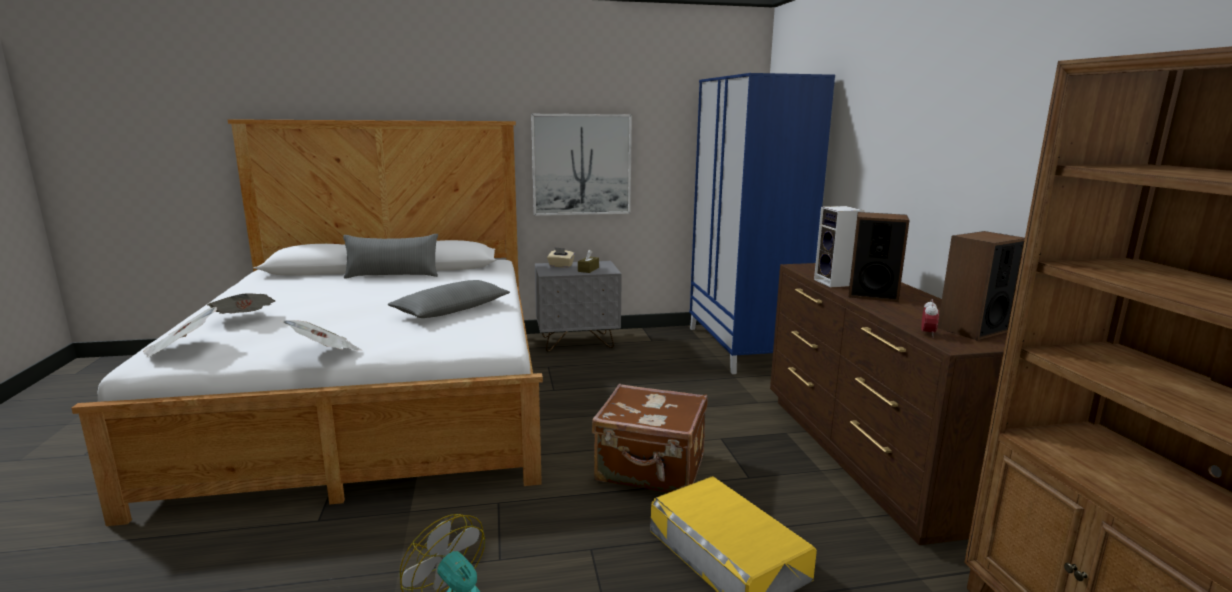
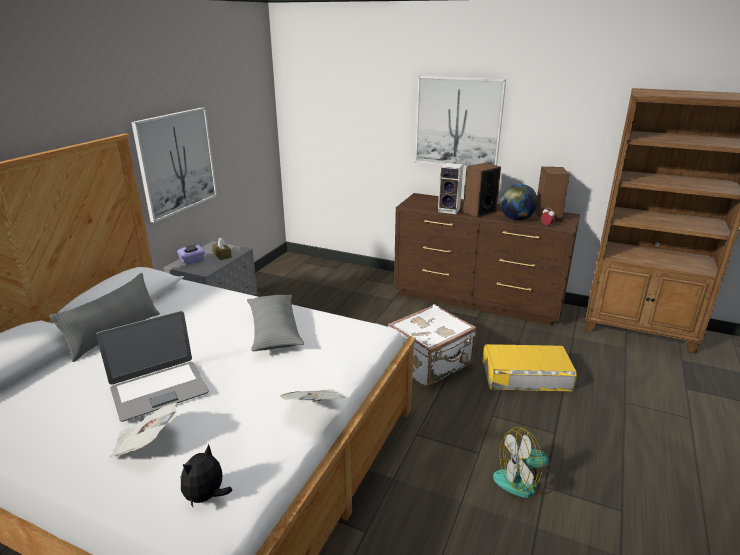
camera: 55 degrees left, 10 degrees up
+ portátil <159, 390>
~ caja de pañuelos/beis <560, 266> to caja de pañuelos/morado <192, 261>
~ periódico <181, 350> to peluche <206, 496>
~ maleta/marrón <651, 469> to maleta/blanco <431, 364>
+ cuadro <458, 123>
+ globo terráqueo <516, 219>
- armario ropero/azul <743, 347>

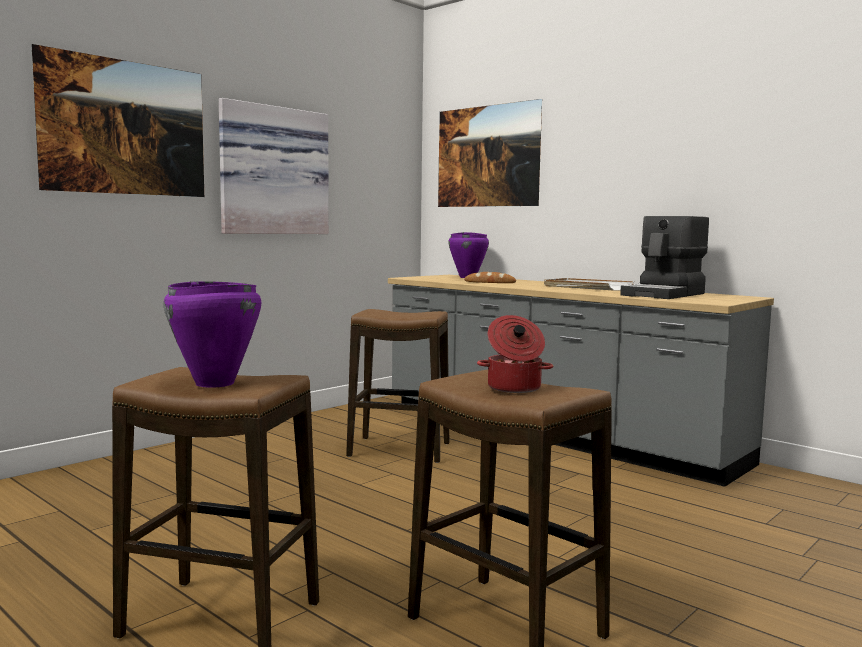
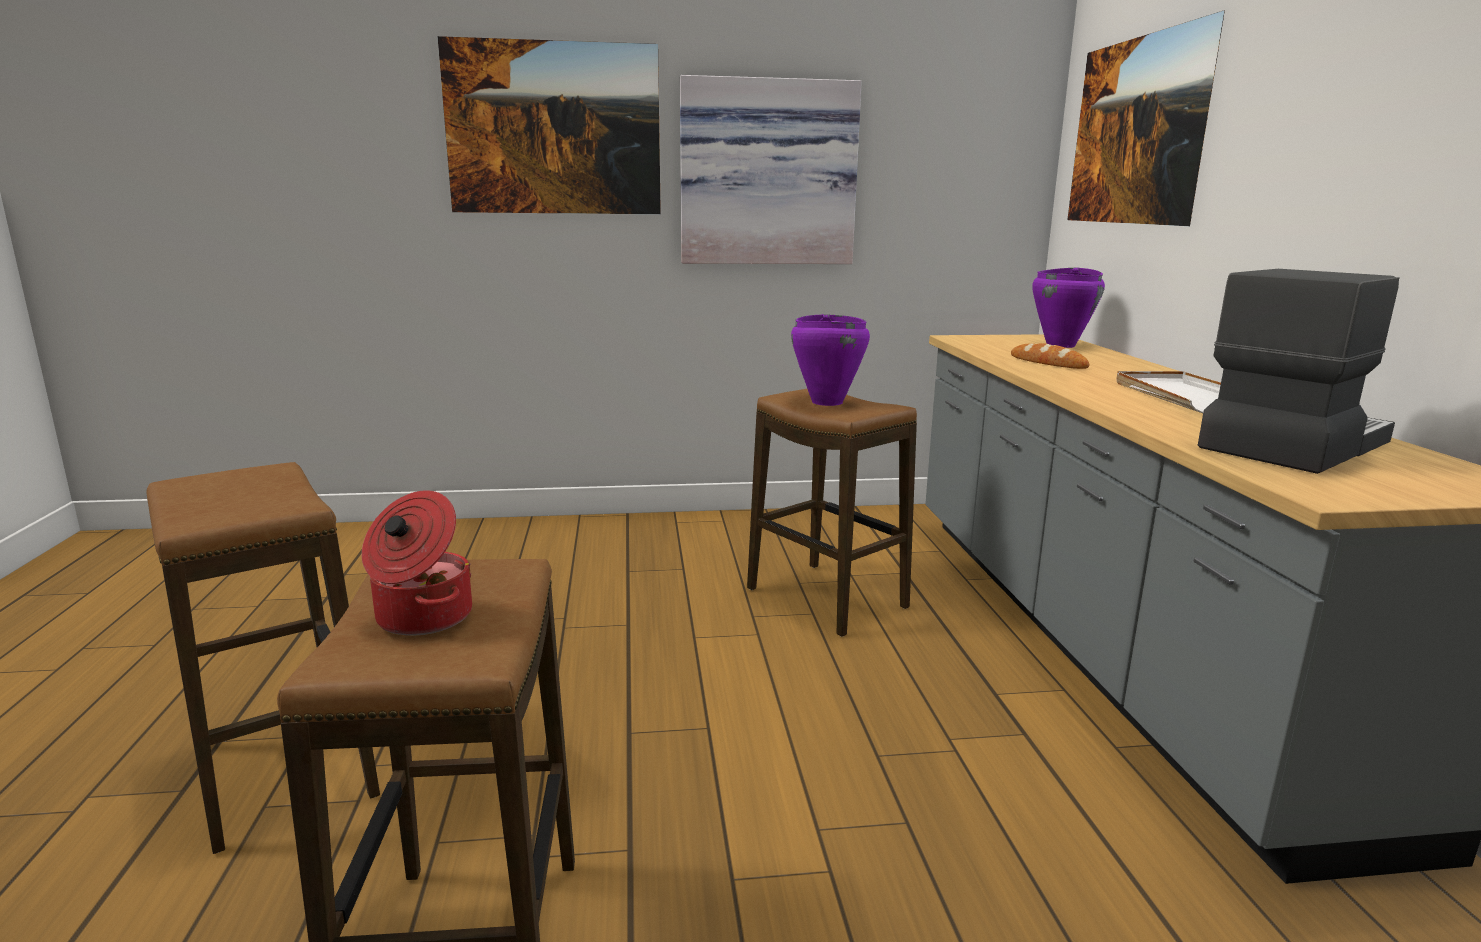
camera: 40 degrees right, 10 degrees up
~ olla/morado <214, 383> to <826, 402>
~ cafetera <665, 294> = <1290, 444> 150 degrees clockwise

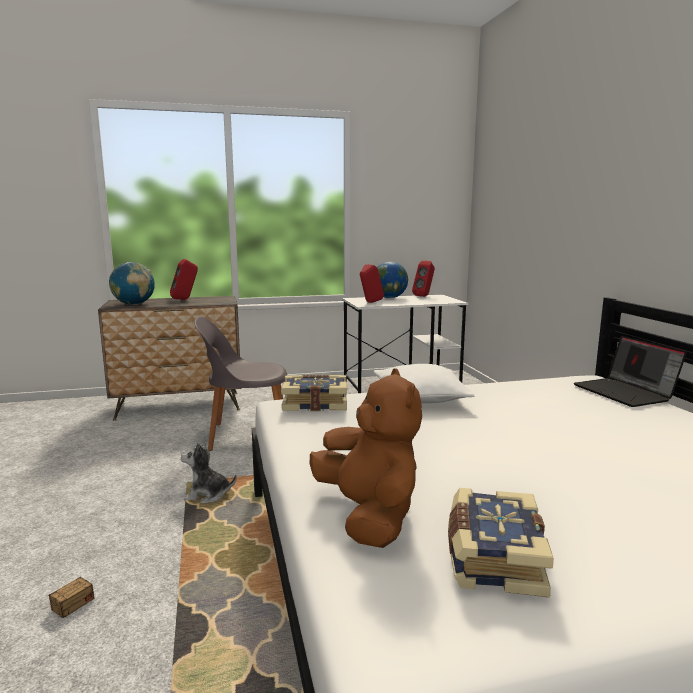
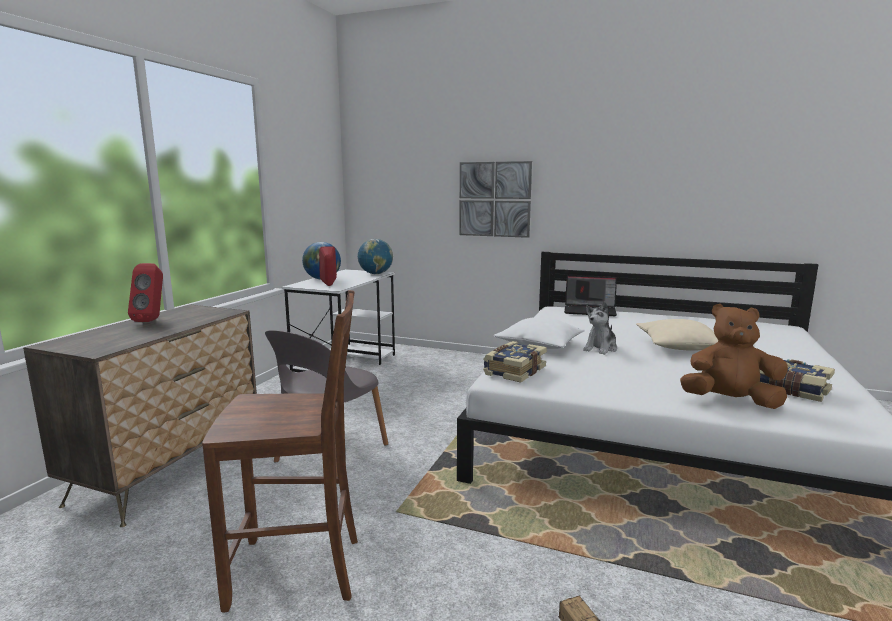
camera: 55 degrees left, 0 degrees up
+ silla/marrón <299, 572>
~ globo terráqueo <134, 304> to <375, 274>
+ cuadro <494, 199>
~ peluche <207, 495> to <600, 348>
+ cojín/beis <678, 346>
- altavoz/rojo <424, 296>

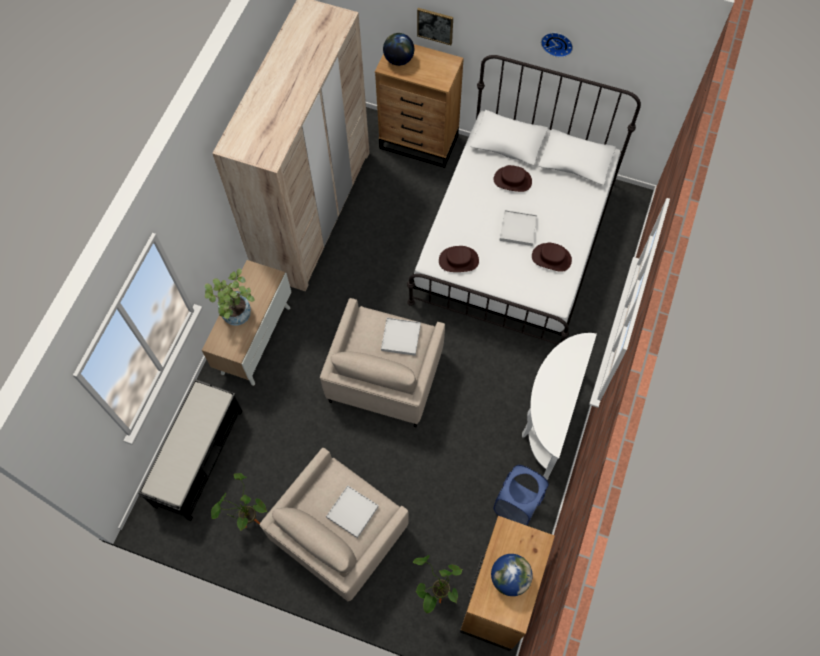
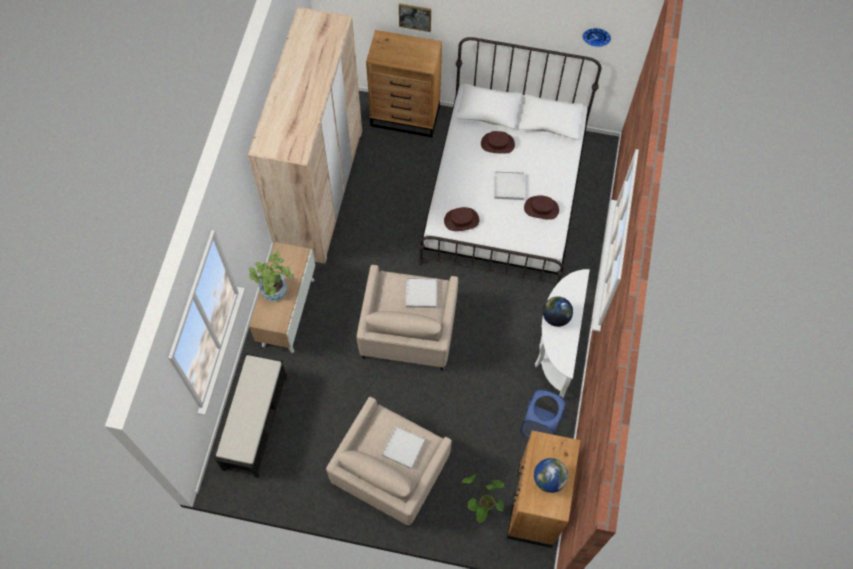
camera: 10 degrees left, 0 degrees up
~ globo terráqueo <398, 59> to <555, 317>
~ reloj de pared <557, 42> to <597, 35>
- planta en maceta <248, 519>

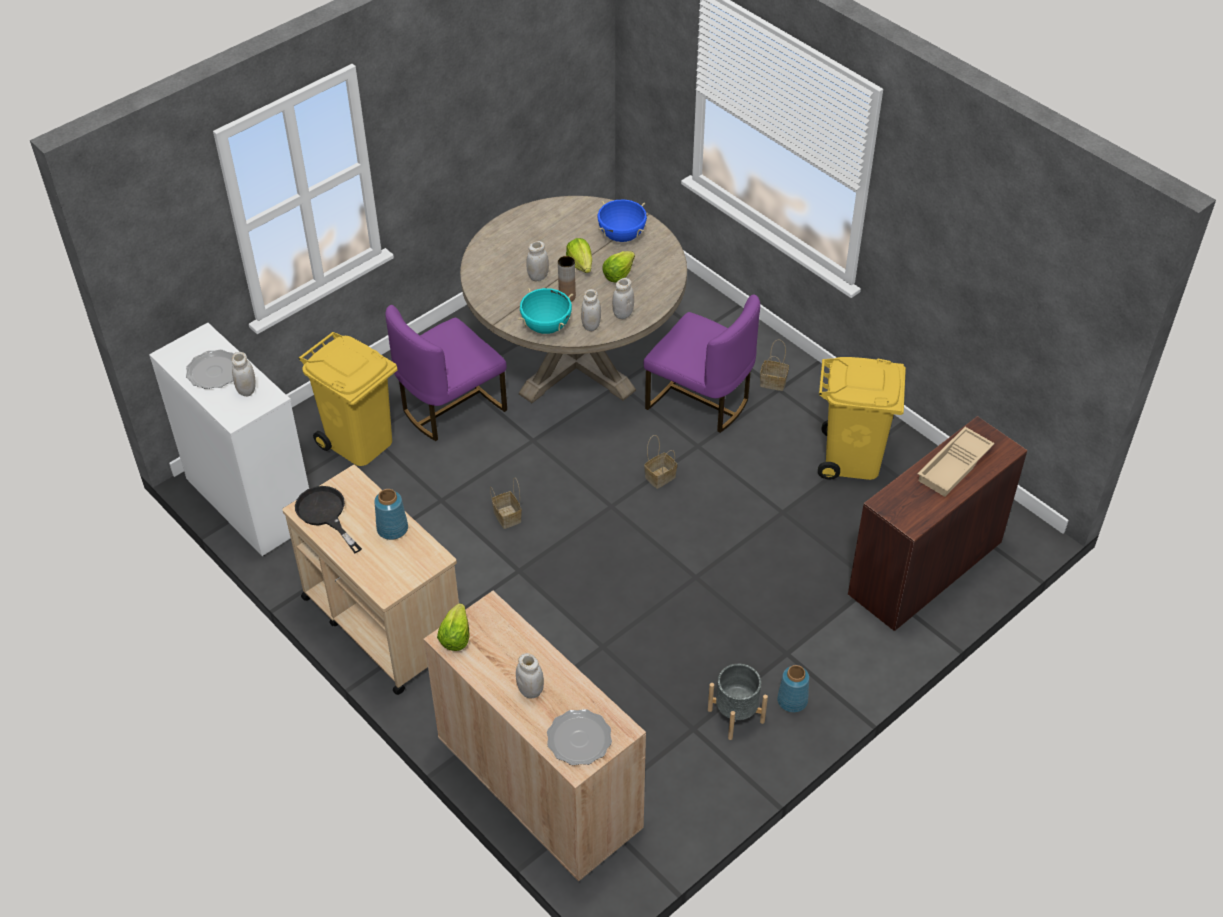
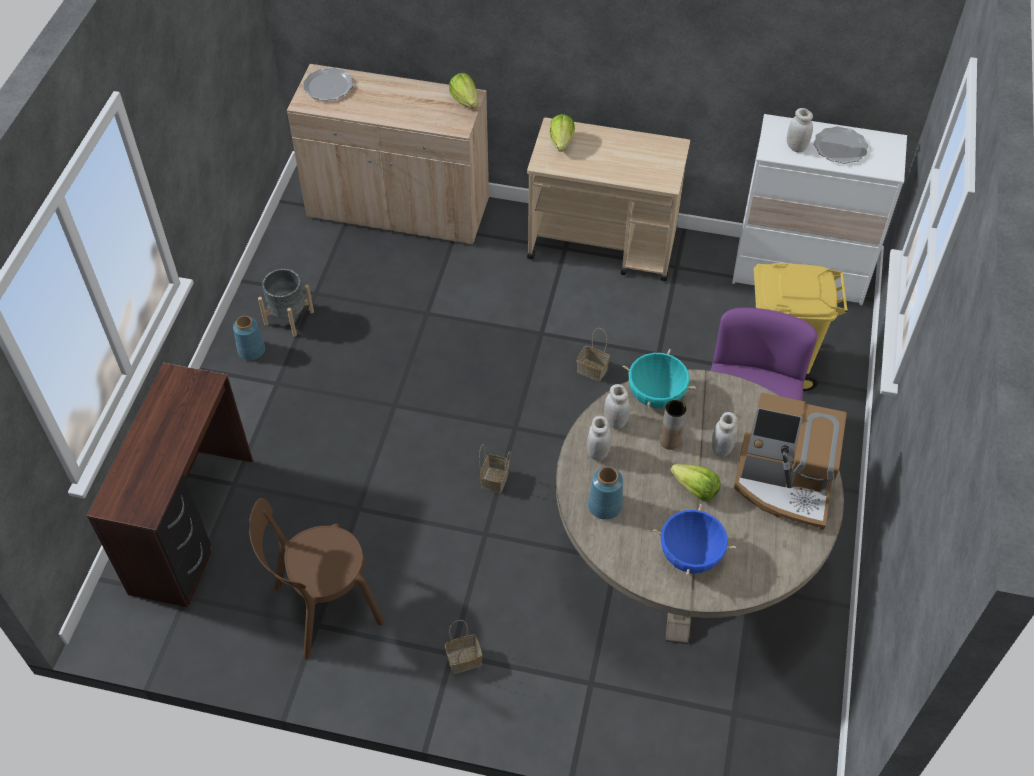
camera: 145 degrees right, 5 degrees up
~ papelera/amarillo <852, 460> to silla/marrón <323, 607>
~ lechuga <618, 274> to <561, 142>
~ florero/azul <392, 529> to <604, 505>
+ cafetera <784, 483>
- sartén/negro <325, 514>
- tarro/blanco <530, 690>
- silla/morado <700, 401>
- bandeja/beis <955, 467>

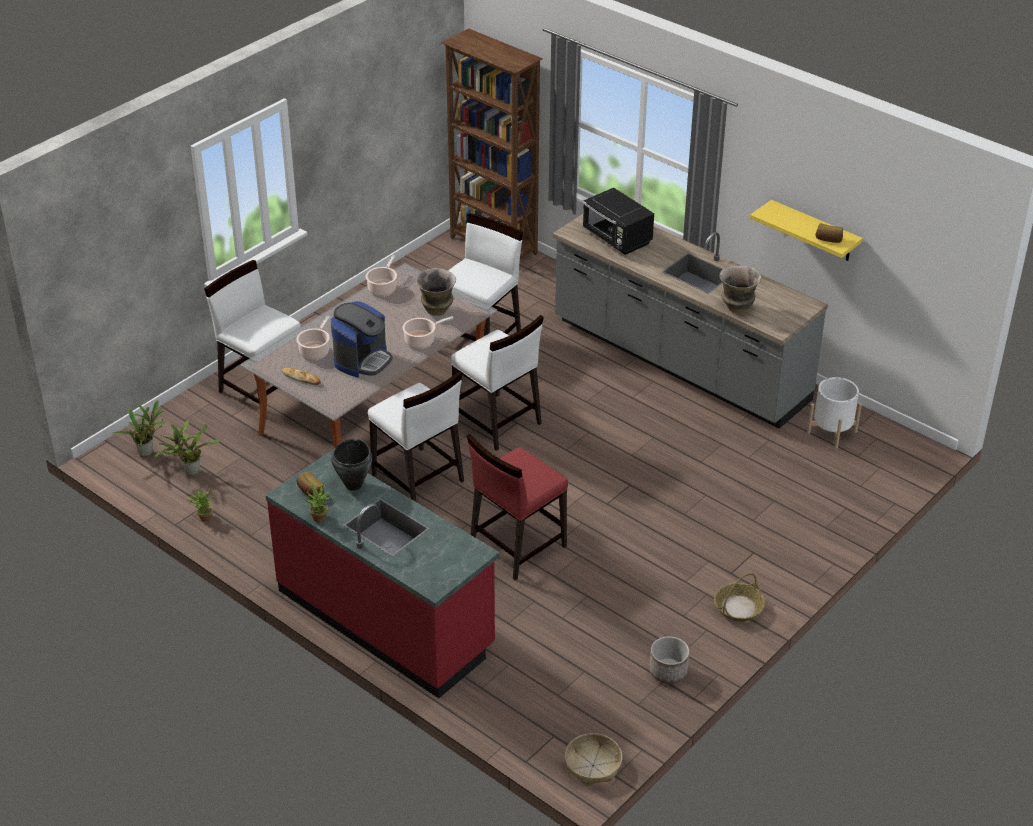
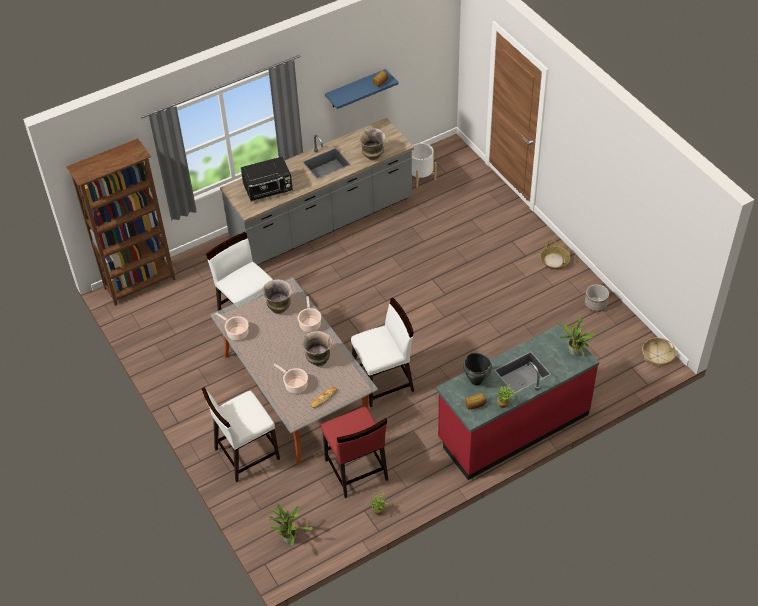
camera: 70 degrees left, 10 degrees up
~ cafetera <362, 360> to florero <318, 360>
~ silla/rojo <516, 546> to <356, 470>
~ estante/amarillo <814, 231> to estante/azul <355, 89>
~ planta en maceta <190, 471> to <574, 353>
- silla/blanco <497, 422>

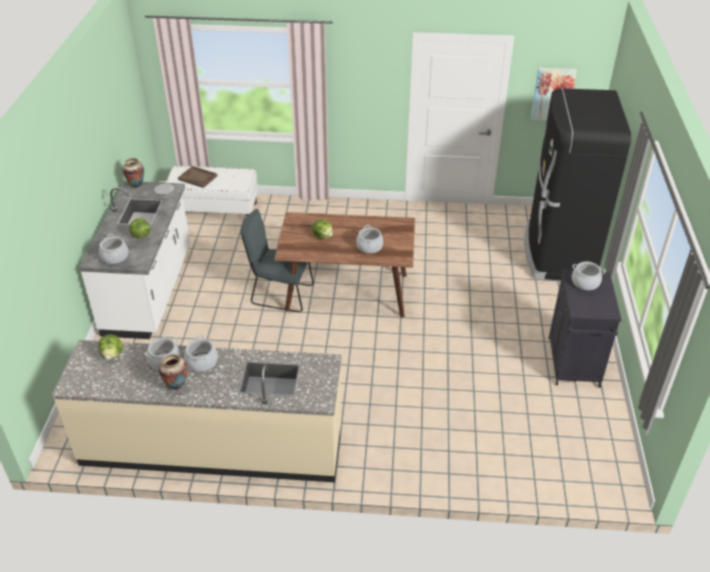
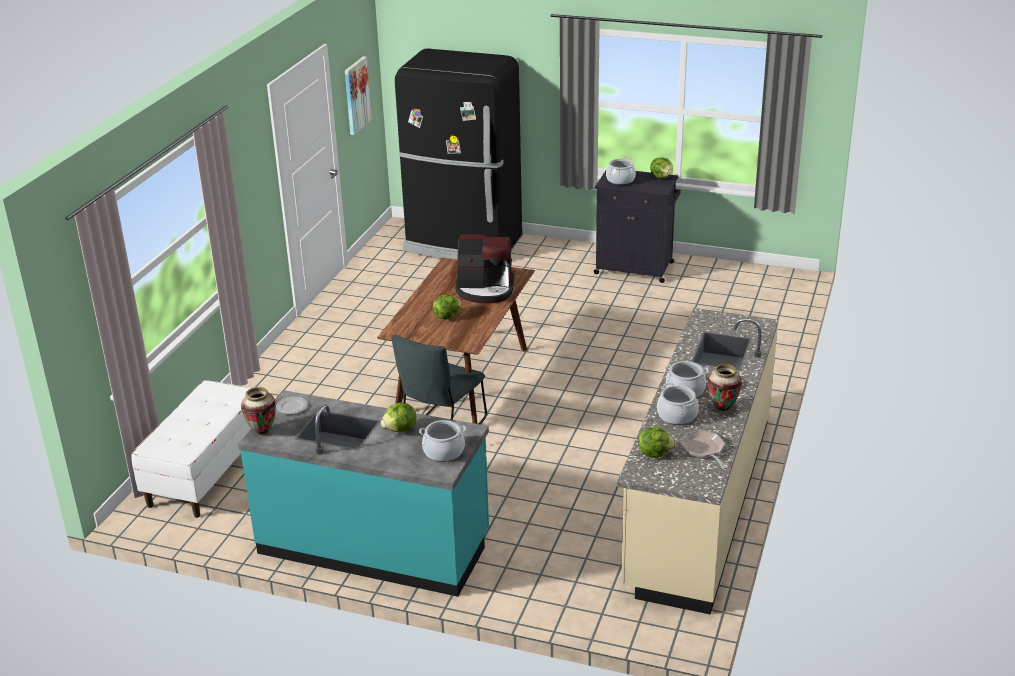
camera: 75 degrees left, 10 degrees down
~ mueble bajo de cocina/blanco <150, 291> to mueble bajo de cocina/turquesa <374, 545>
~ olla <369, 247> to cafetera <485, 290>
+ lechuga <662, 177>
+ sartén <704, 450>
- bandeja/marrón <198, 178>

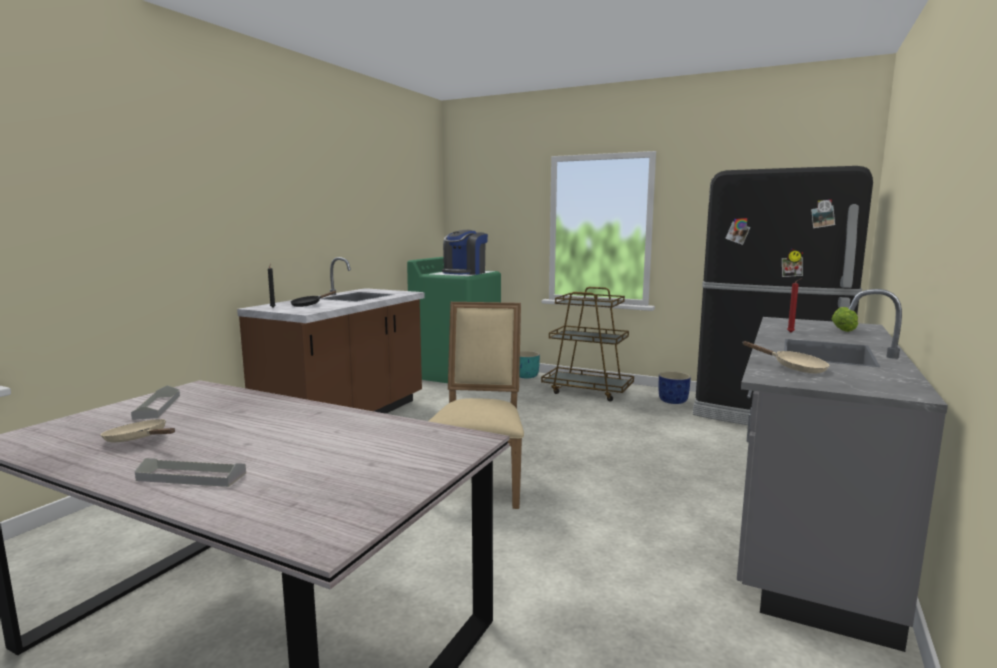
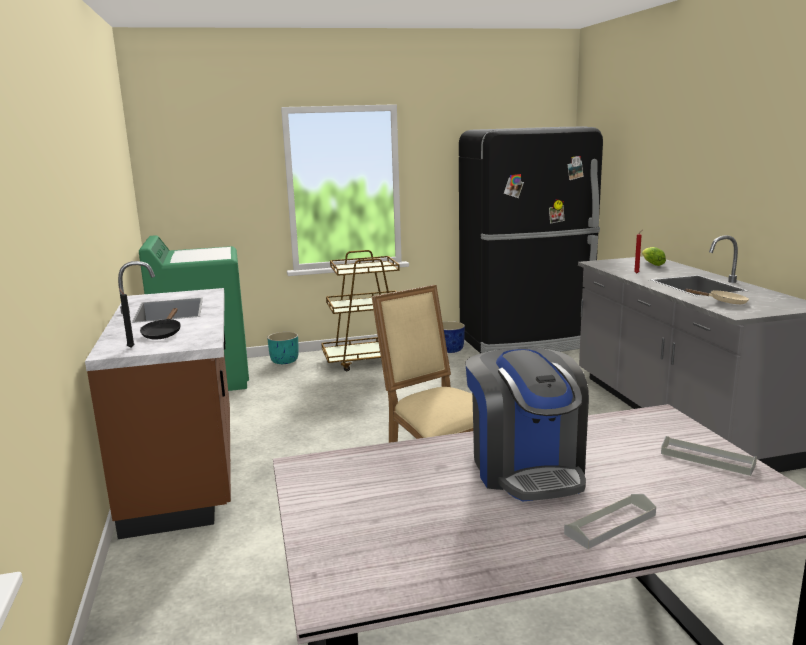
camera: 40 degrees left, 5 degrees up
~ cafetera <464, 273> to <526, 468>
~ bandeja/gris <157, 407> to <707, 459>
- sartén/beis <139, 439>

